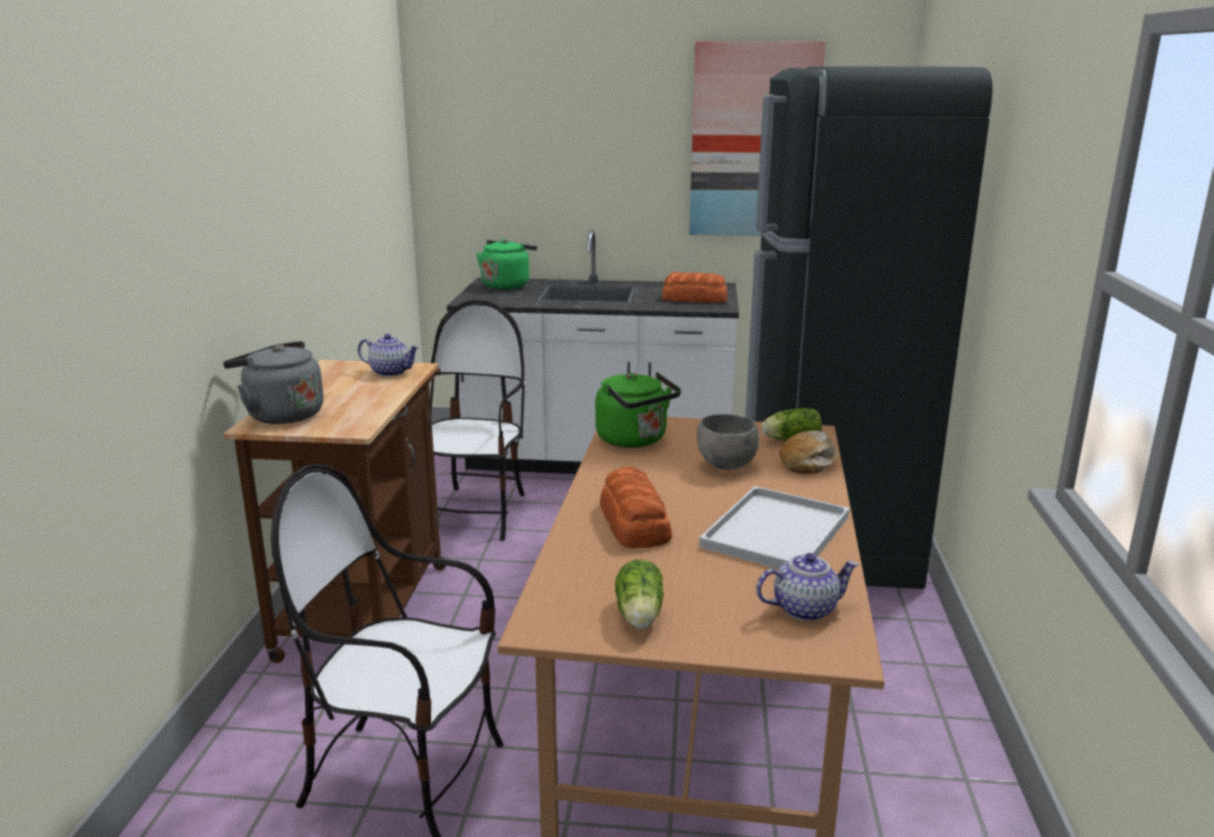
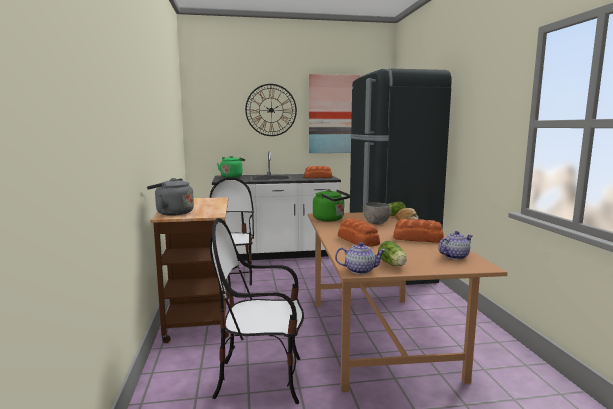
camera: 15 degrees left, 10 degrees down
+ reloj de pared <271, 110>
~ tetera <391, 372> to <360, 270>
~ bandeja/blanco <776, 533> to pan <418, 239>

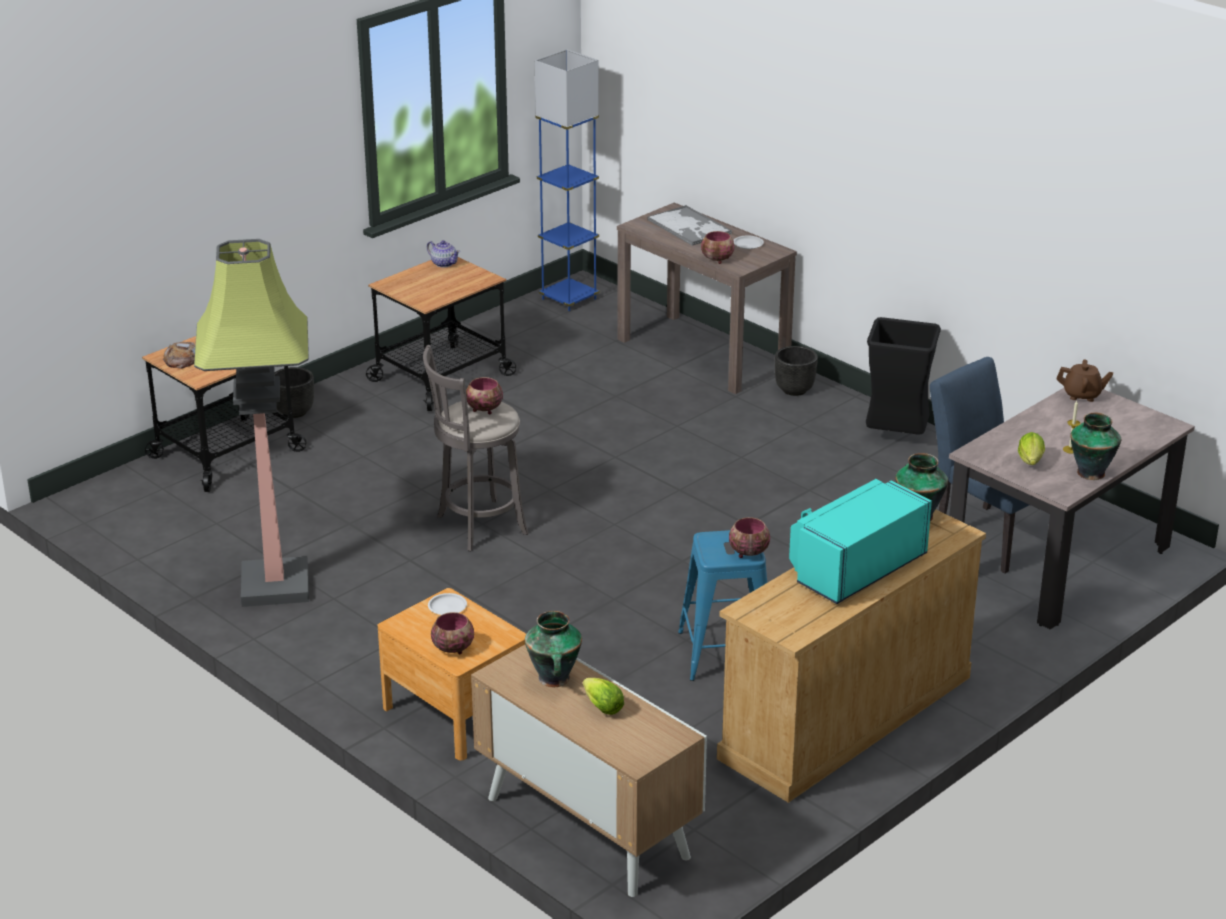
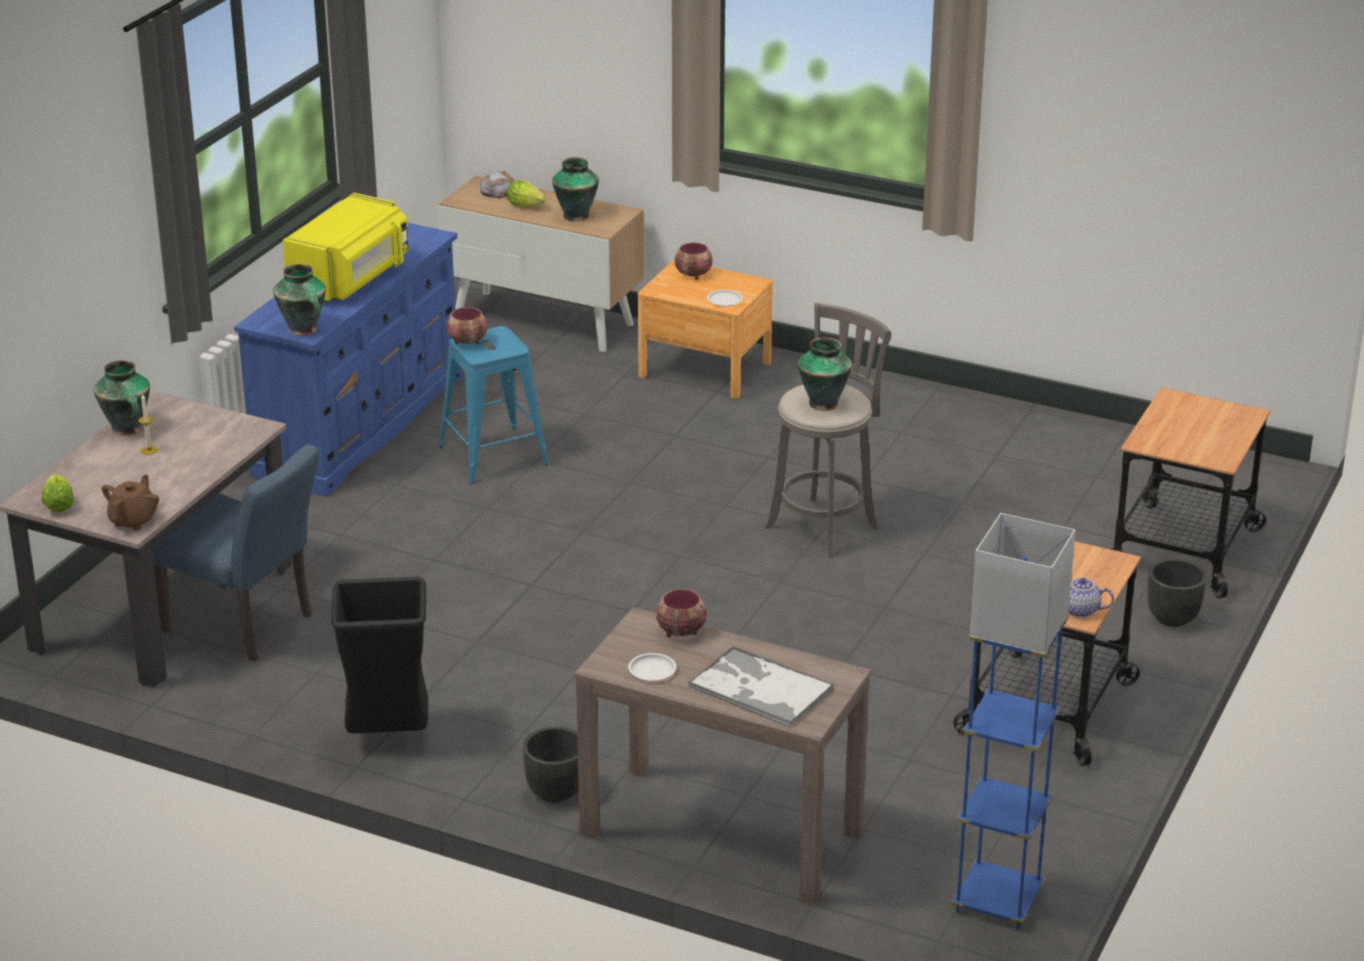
camera: 160 degrees right, 0 degrees up
~ lechuga <1030, 462> to <59, 504>
~ tetera/marrón <1082, 395> = <133, 520> 120 degrees clockwise
~ cómoda/beis <845, 718> to cómoda/azul <360, 425>
~ microondas/turquesa <854, 567> to microondas/amarillo <351, 279>
~ pan <181, 360> to <497, 190>
~ cuenco <483, 409> to florero <823, 403>
- lámpara de pie <274, 585>

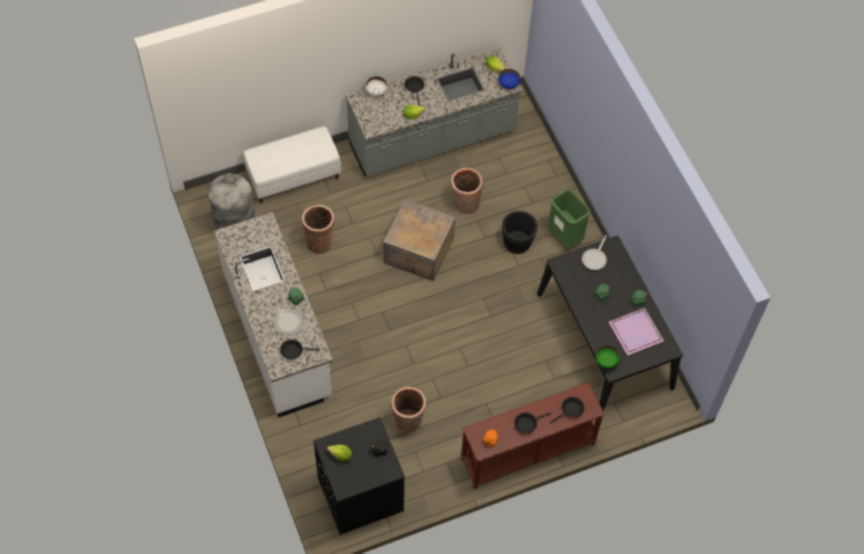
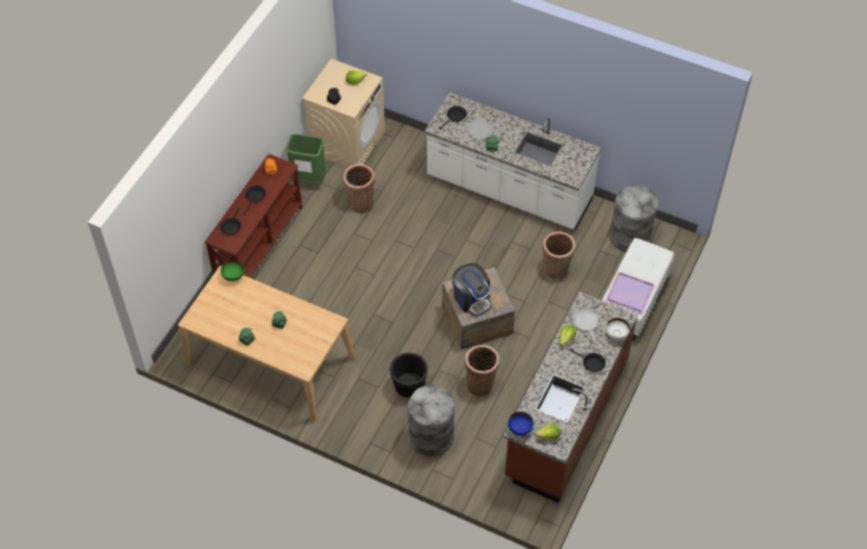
camera: 140 degrees right, 5 degrees down
~ mesa de comedor/negro <604, 340> to mesa de comedor/beis <270, 360>
~ papelera/verde <564, 237> to <308, 181>
~ lavadora/negro <360, 494> to lavadora/beis <347, 142>
+ papelera/gris <431, 436>
+ cafetera <471, 299>
~ mueble bajo de cocina/gris <432, 140> to mueble bajo de cocina/marrón <565, 418>
~ sartén <595, 258> to <586, 324>
~ bandeja/morado <635, 333> to <629, 293>

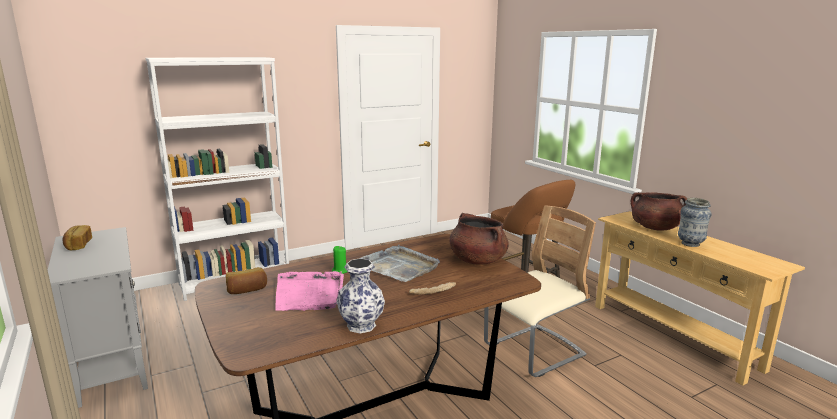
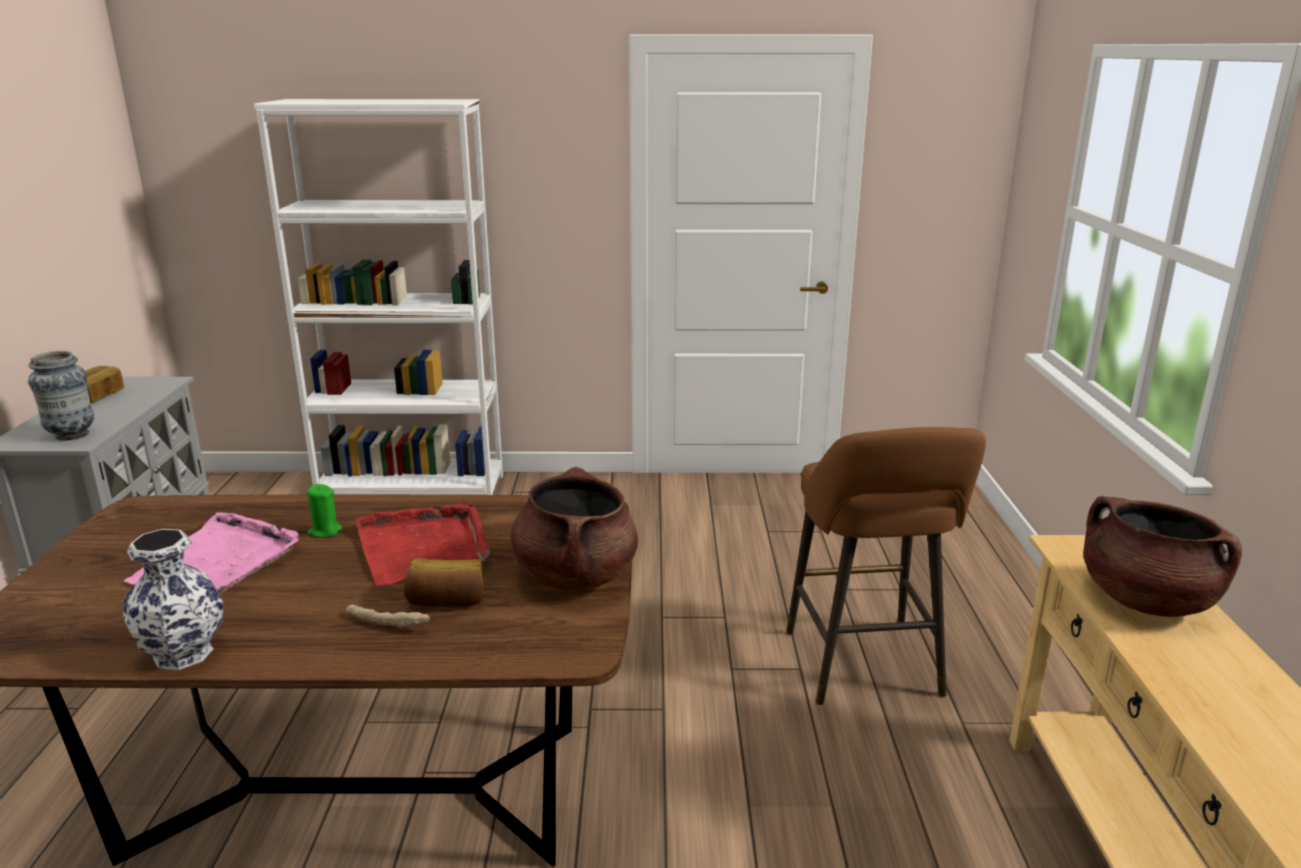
camera: 30 degrees right, 5 degrees up
~ florero <690, 244> to <71, 435>
~ bandeja/gris <399, 266> to bandeja/rojo <424, 548>
~ pan <247, 290> to <446, 601>
- silla/beis <534, 351>

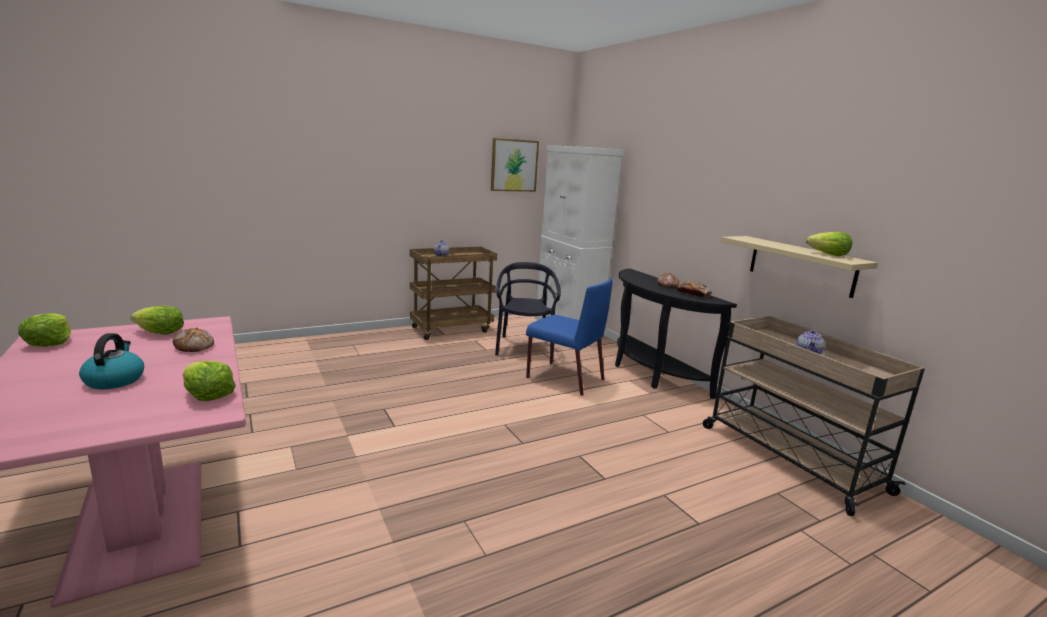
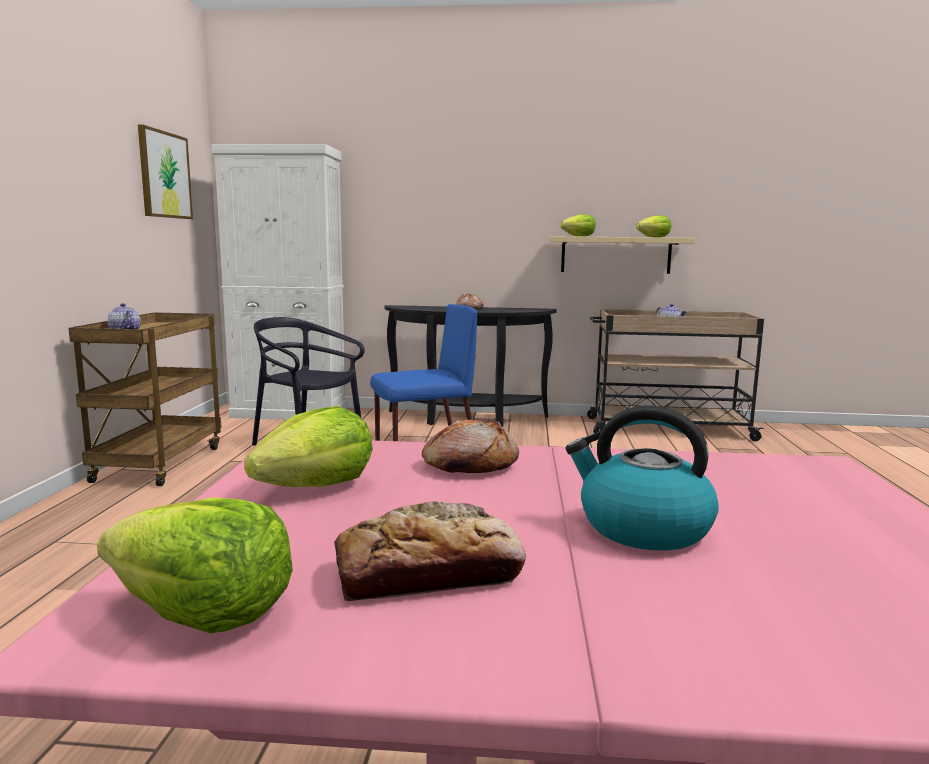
camera: 55 degrees left, 5 degrees down
~ pan <693, 294> to <428, 573>
~ lechuga <208, 395> to <579, 236>

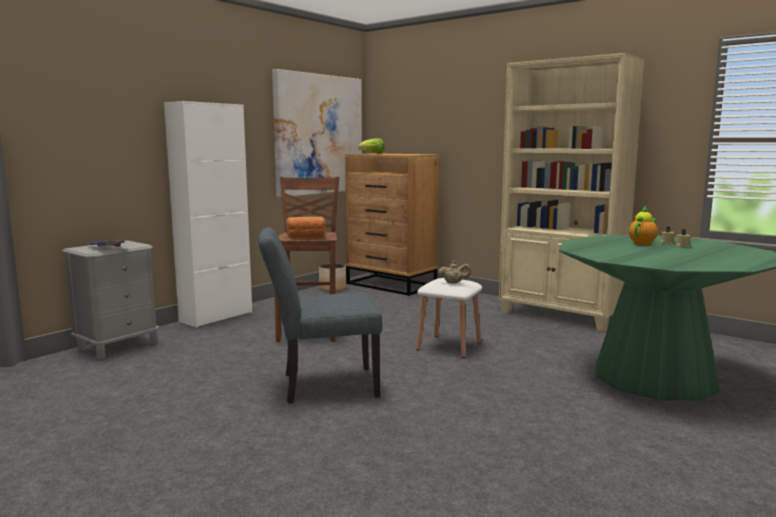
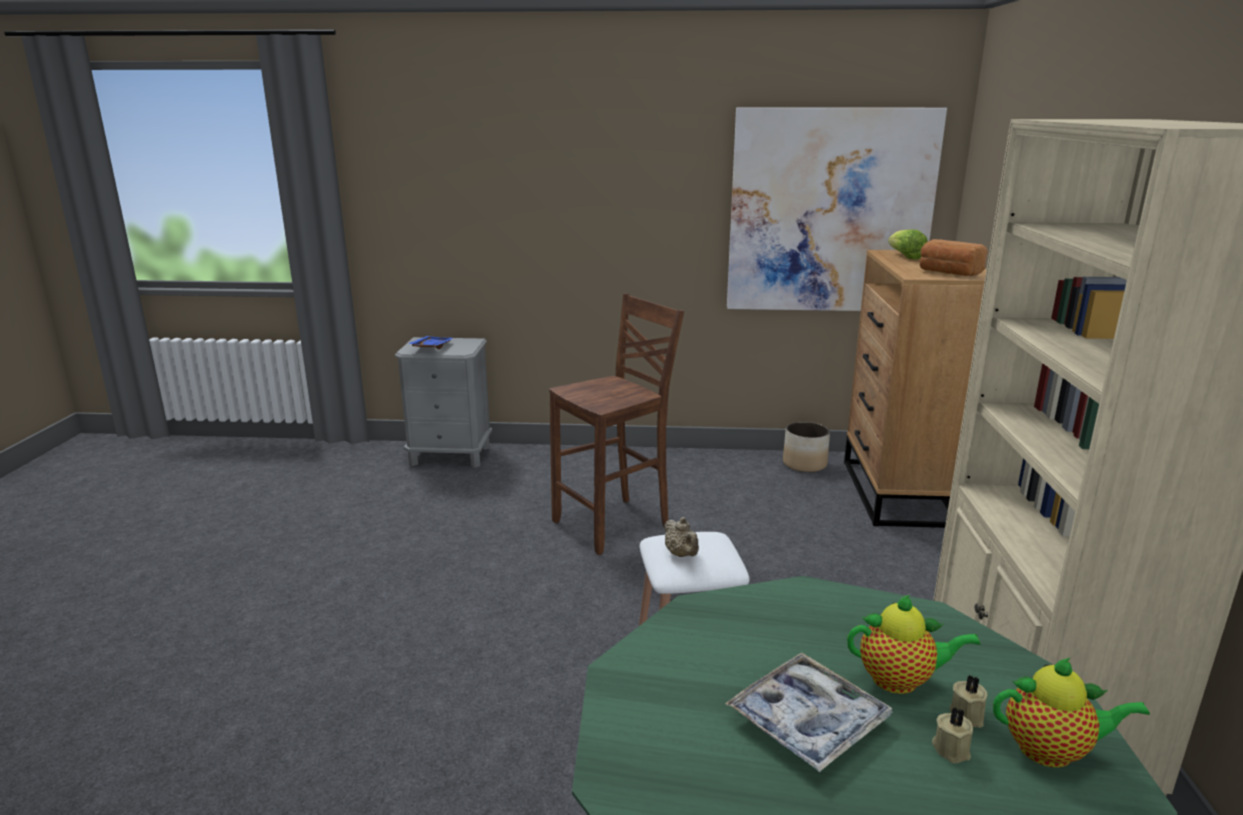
camera: 55 degrees right, 10 degrees up
+ bandeja <807, 721>
~ pan <306, 238> to <948, 273>
+ tetera <1051, 751>
- armario/blanco <216, 317>
- silla/gris <321, 385>

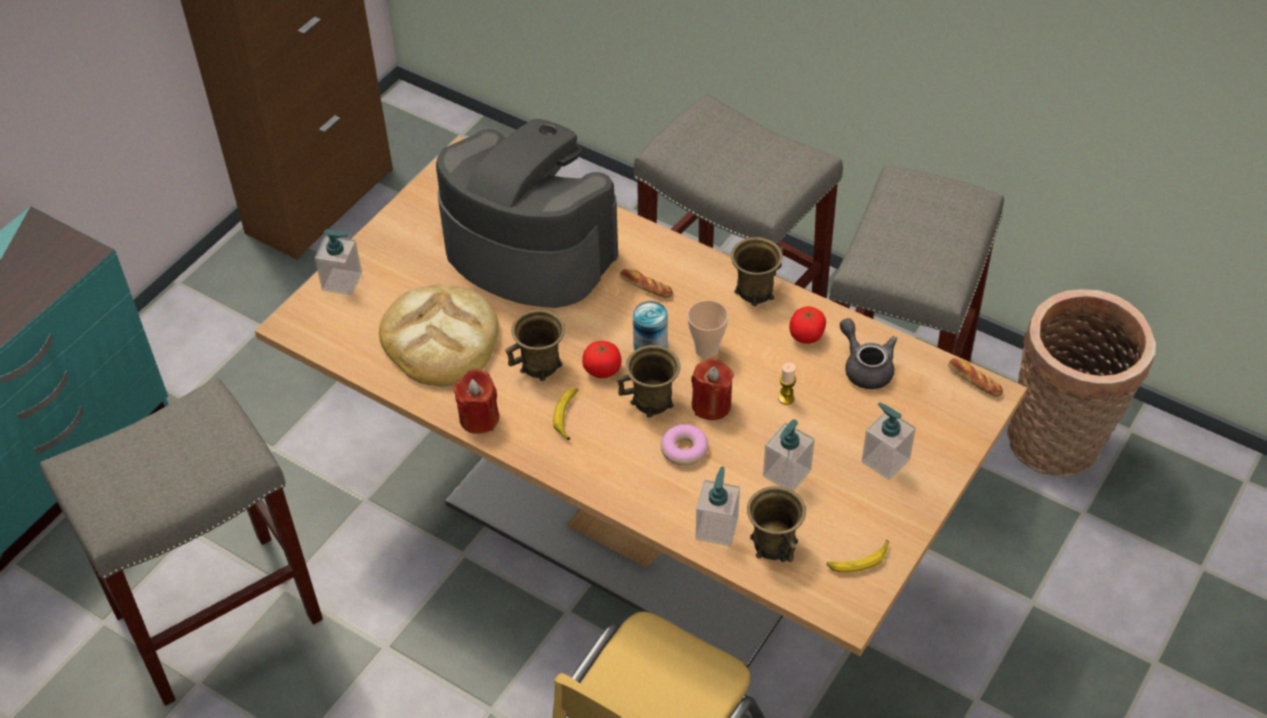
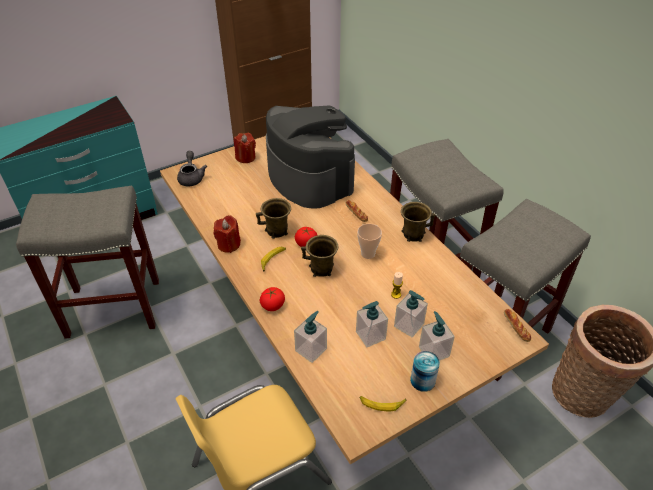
camera: 25 degrees right, 5 degrees down
~ tetera/gris <865, 367> to <191, 177>
~ vela/rojo <711, 405> to <245, 157>
~ tomate <806, 335> to <273, 305>
~ dispensador de jabón <342, 281> to <409, 325>
~ lata <650, 345> to <422, 380>
- pan <440, 339>
- rosquilla <684, 449>
- taza grande/marrón <774, 543>

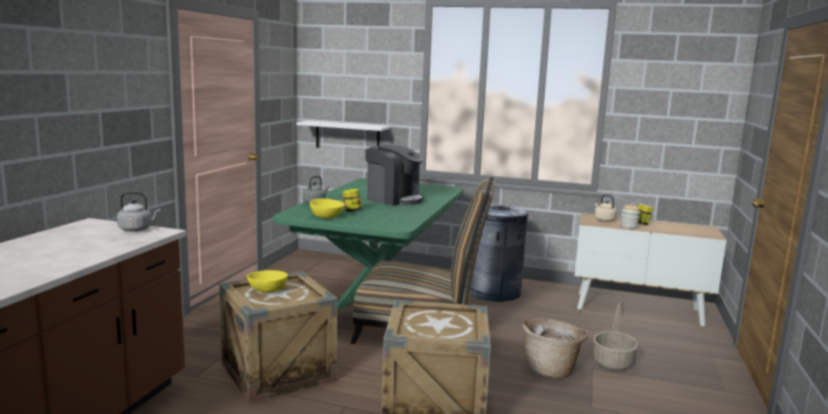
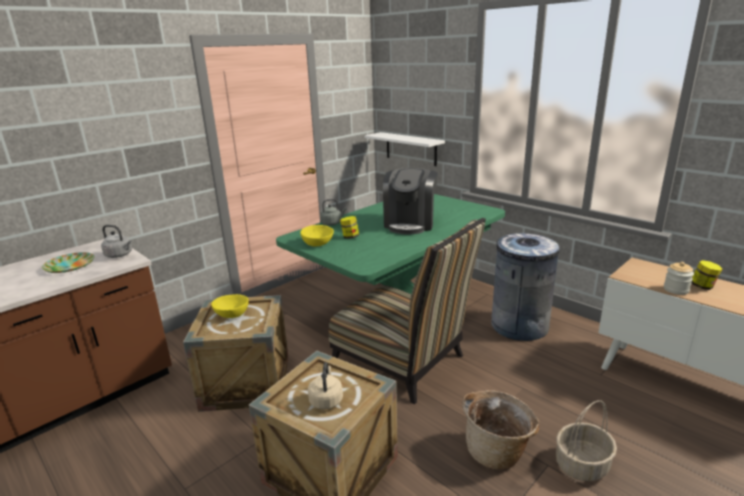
camera: 30 degrees right, 10 degrees up
+ plato <69, 266>
~ hervidor/beis <603, 220> to <326, 400>
~ cafetera <393, 199> = <410, 223> 45 degrees clockwise

